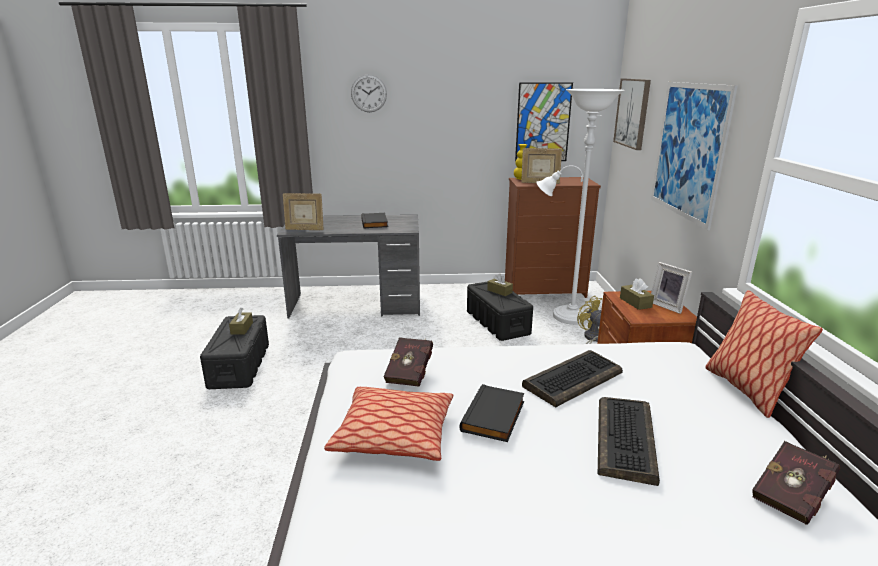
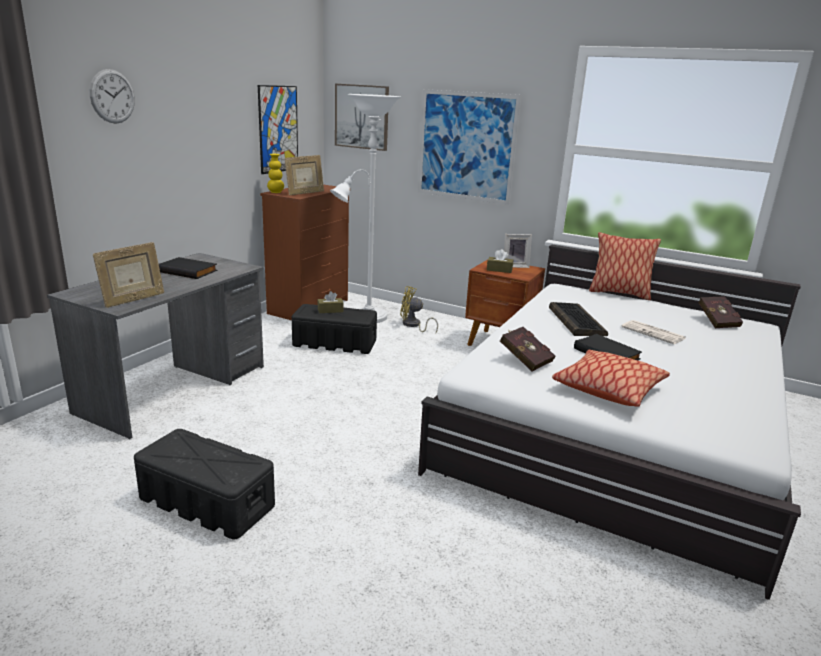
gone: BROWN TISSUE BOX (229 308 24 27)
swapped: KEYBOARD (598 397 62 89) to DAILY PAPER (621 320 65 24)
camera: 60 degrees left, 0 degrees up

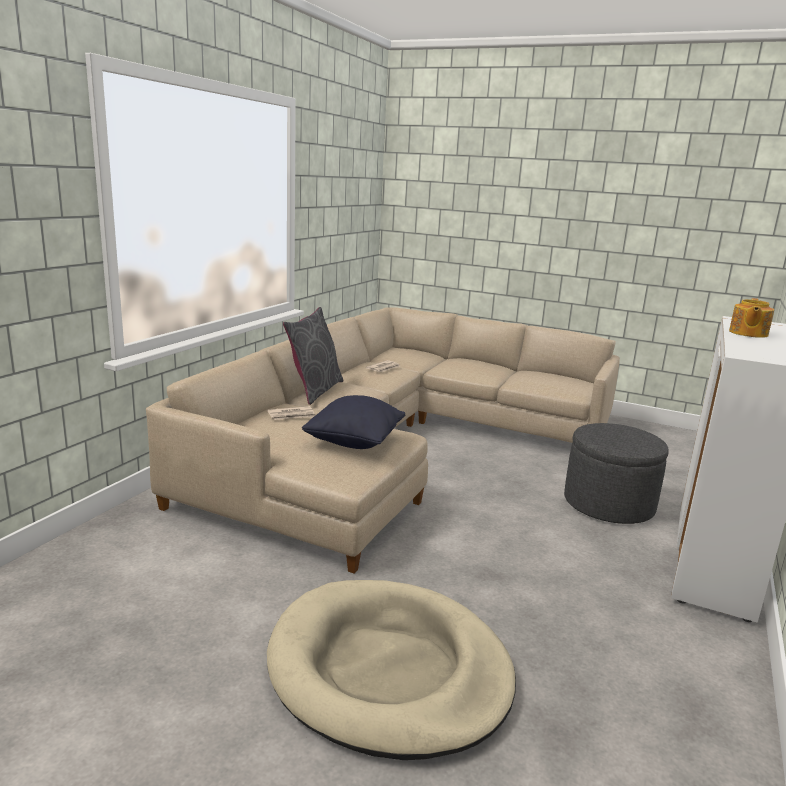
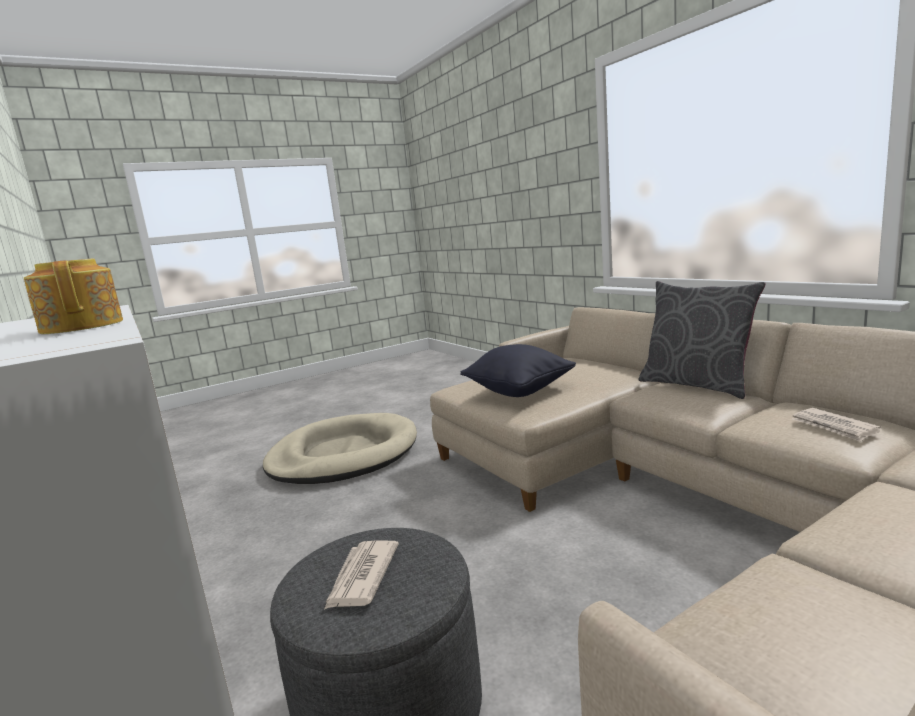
shifted: DAILY PAPER (267 406 49 14) to (324 540 75 70)
camera: 125 degrees right, 5 degrees down

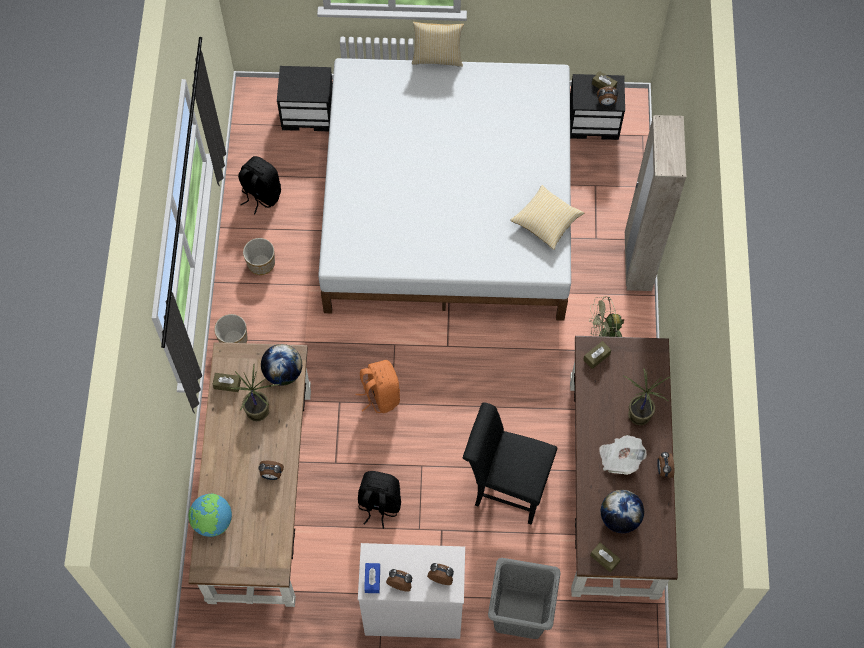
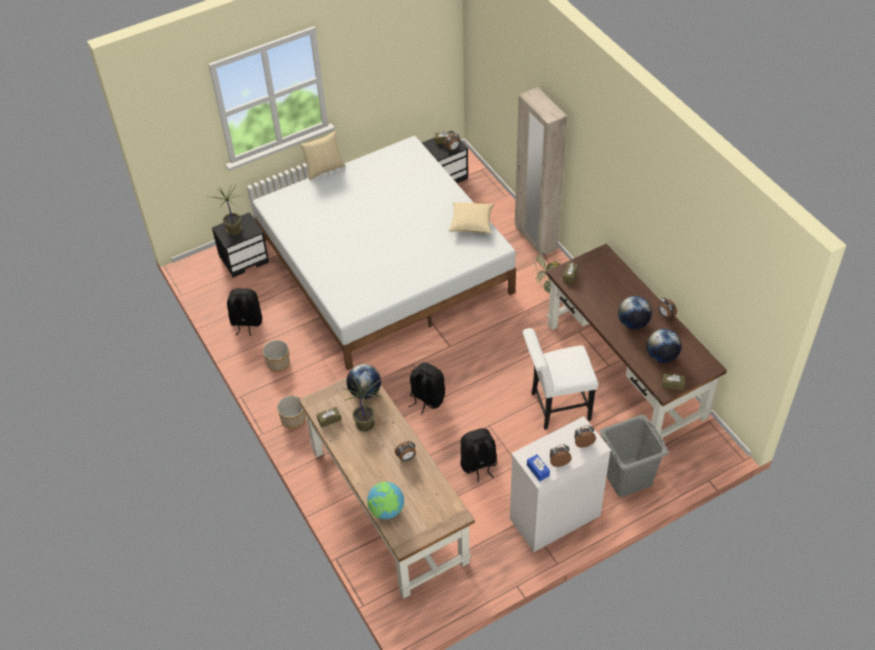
shifted: POTTED PLANT (623 368 48 57) to (206 185 36 50)
swapped: DAILY PAPER (599 435 48 40) to WORLD GLOBE (618 296 34 33)
repainted: ORANGEY RUCKSACK (356 360 44 53) to BLACK RUCKSACK (409 362 36 53); BLACK UPRIGHT CHAIR (463 402 94 123) to WHITE-COLOURED UPRIGHT CHAIR (522 328 76 102)
camera: 30 degrees left, 15 degrees down

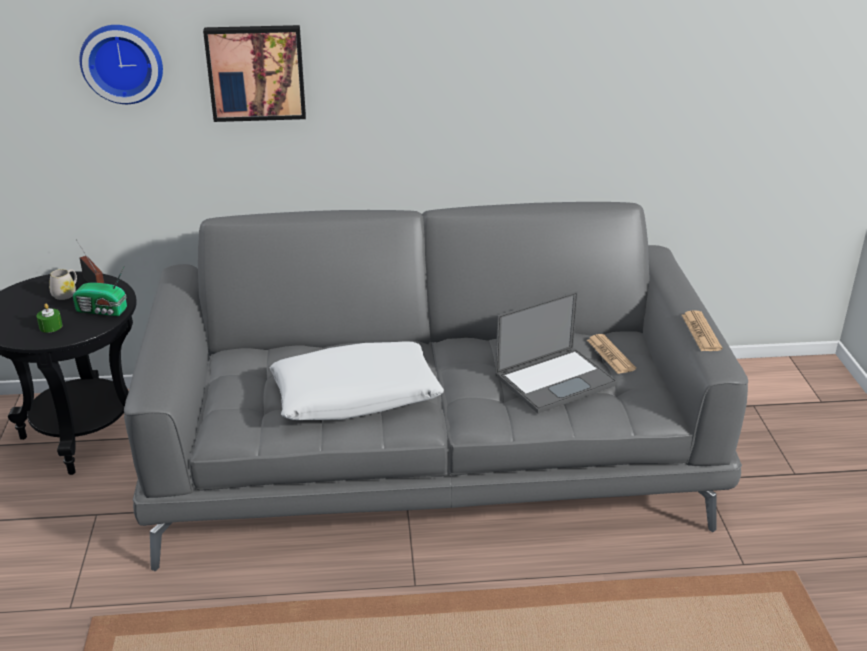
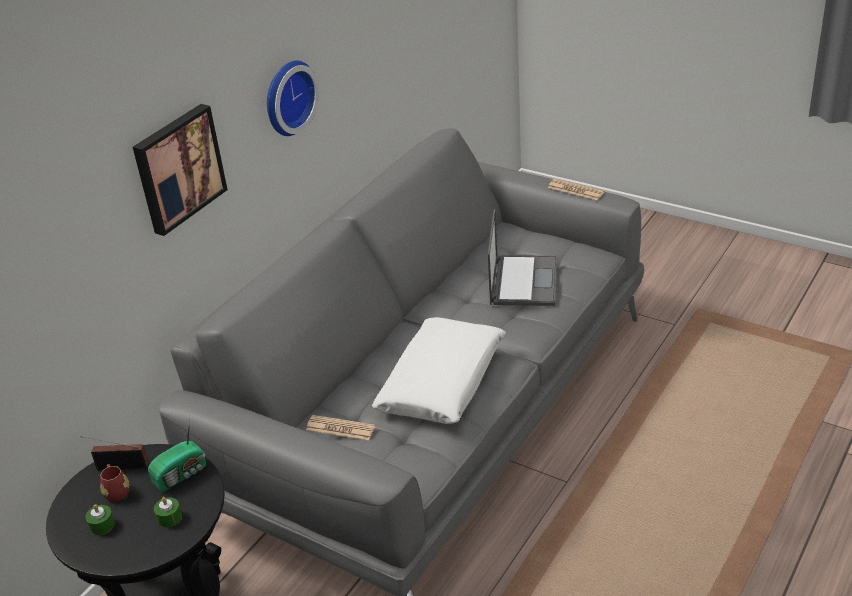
new: GREEN-COLOURED CANDLE (86 504 29 31)
shifted: CLOCK ON THE WALL (79 25 84 79) to (267 60 52 76); DAILY PAPER (587 334 49 40) to (306 415 69 25)
repainted: WHITE-COLOURED MUG (49 269 28 31) to RED MUG (100 464 30 37)
camera: 50 degrees left, 5 degrees up

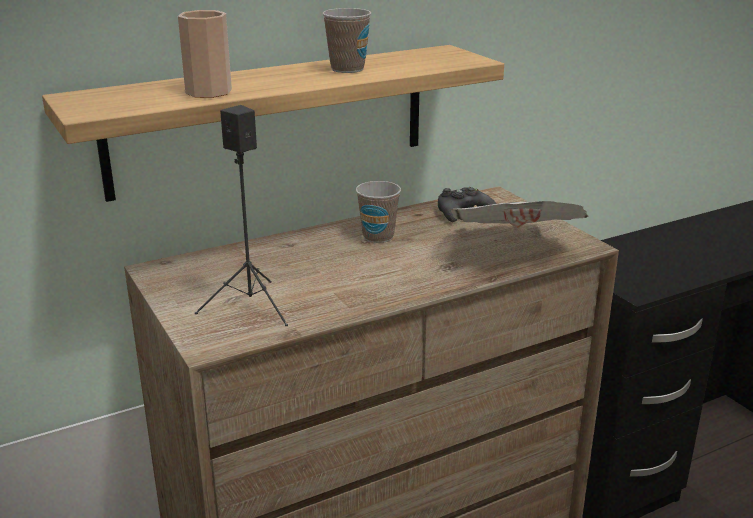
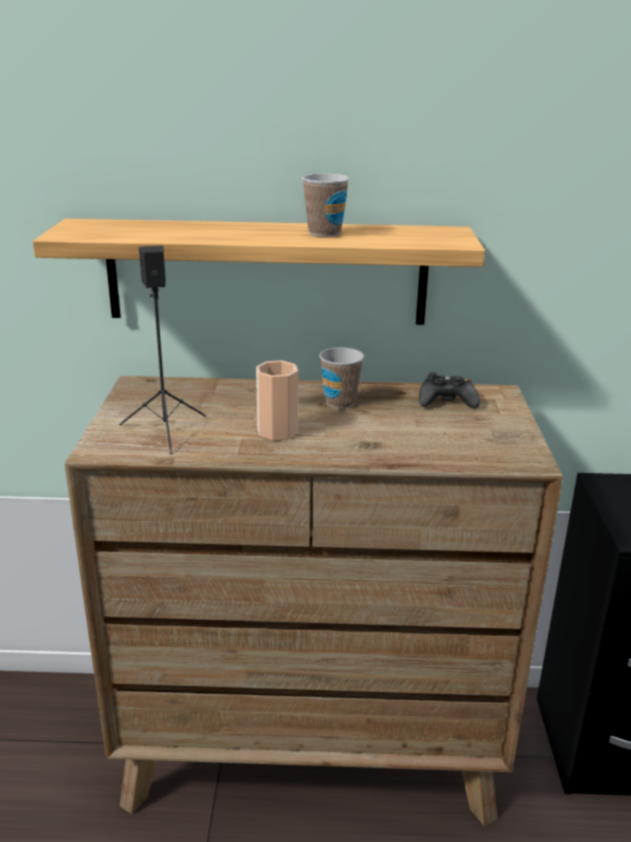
gone: DAILY PAPER (449 201 139 27)
shifted: CUP (178 10 54 88) to (256 360 42 81)
camera: 30 degrees right, 0 degrees up

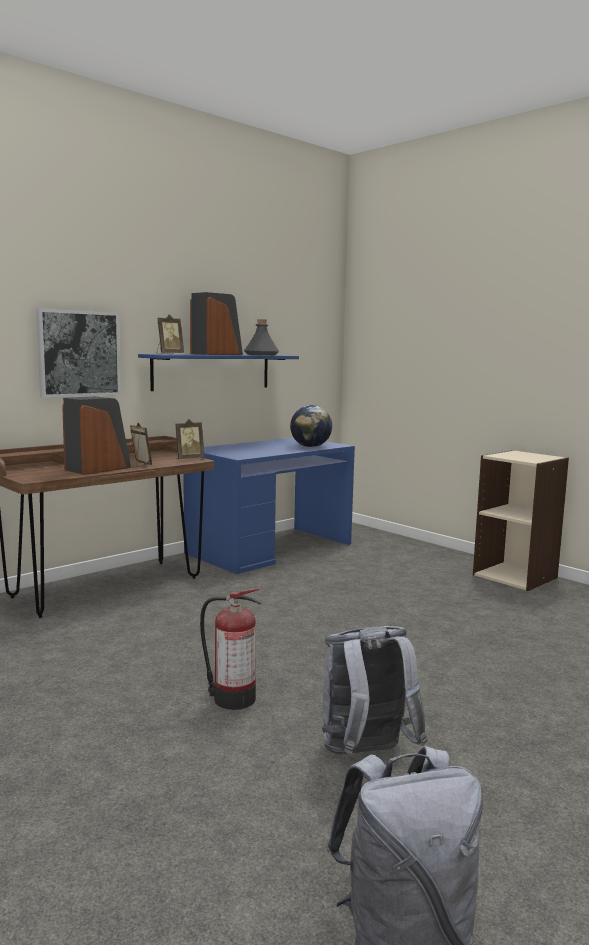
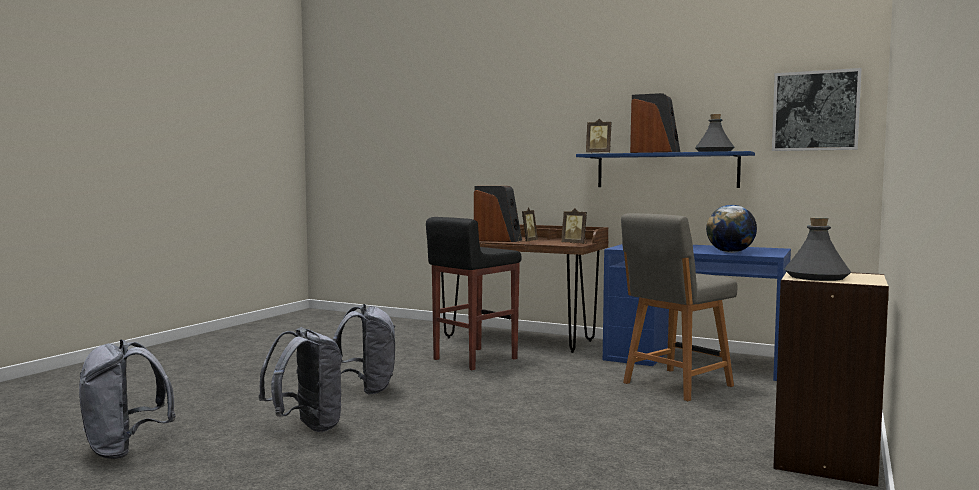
new: BLACK STOOL SEAT (426 217 96 153); GREYISH UPRIGHT CHAIR (621 213 117 188); GREYISH DRINK BOTTLE (784 217 67 64)
shifted: WALL ART (36 308 85 90) to (772 68 90 83)
swapped: FIRE EXTINGUISHER (200 588 62 122) to GREYISH RUCKSACK (333 304 62 90)
camera: 70 degrees right, 5 degrees down

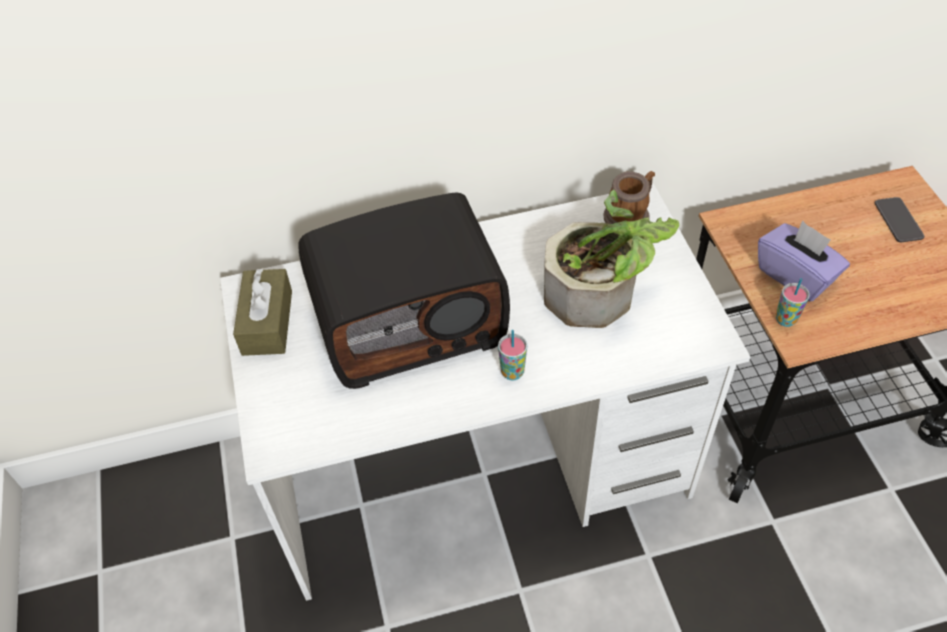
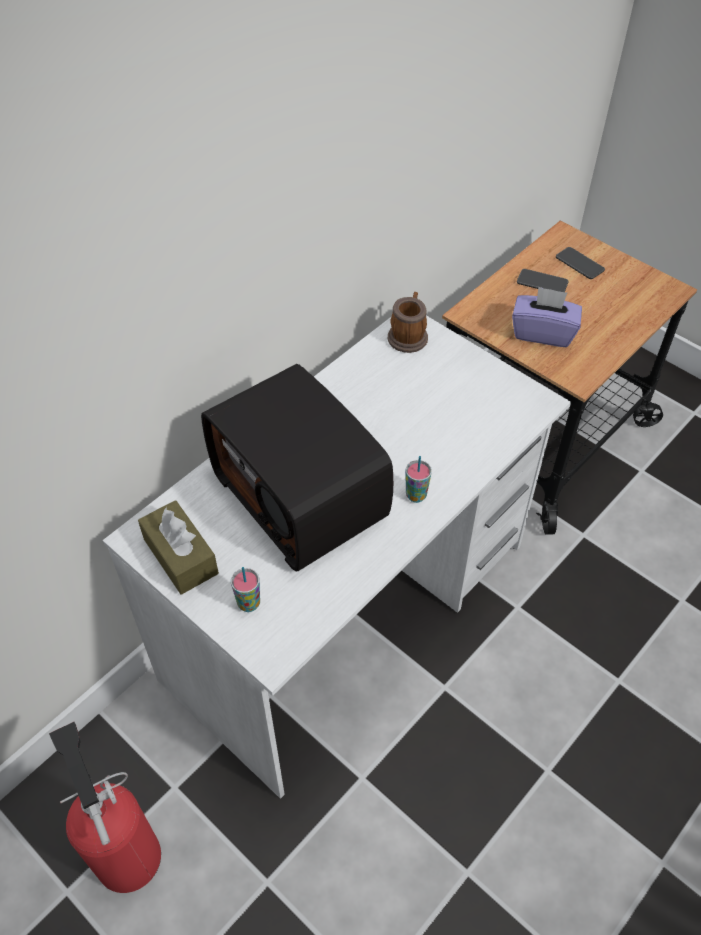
gone: POTTED PLANT (544 190 135 138)
new: FIRE EXTINGUISHER (49 722 112 171); HANDSET (517 269 52 23)
shifted: CUP (776 278 34 49) to (231 567 29 45)
rotated: RADIO RECEIVER (298 193 212 196) = (201 364 192 208) 105 degrees clockwise
camera: 35 degrees left, 0 degrees up

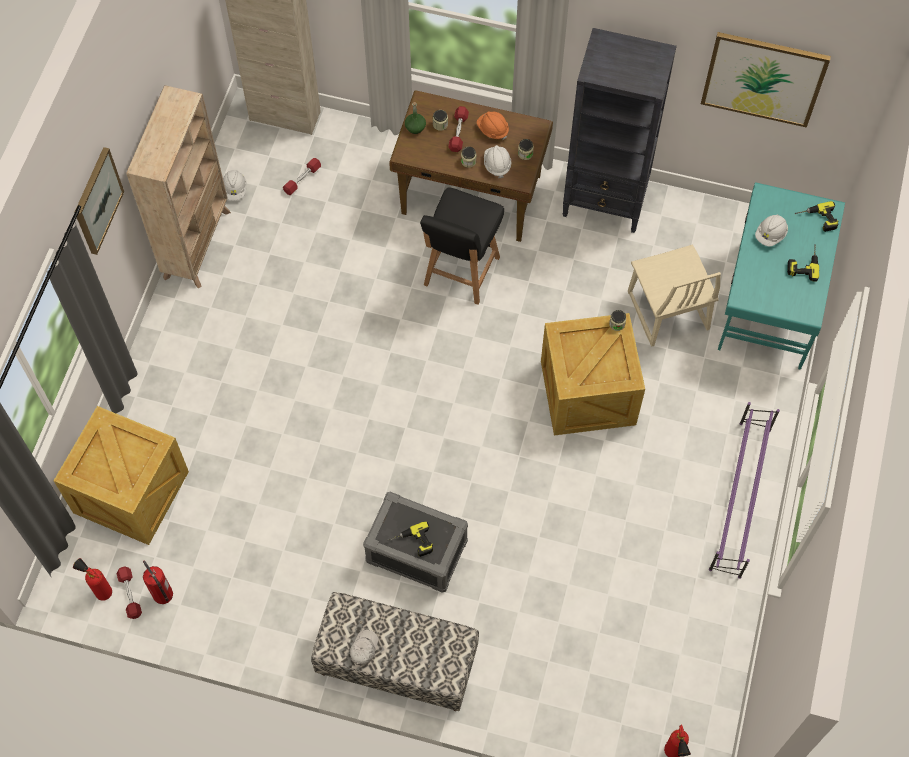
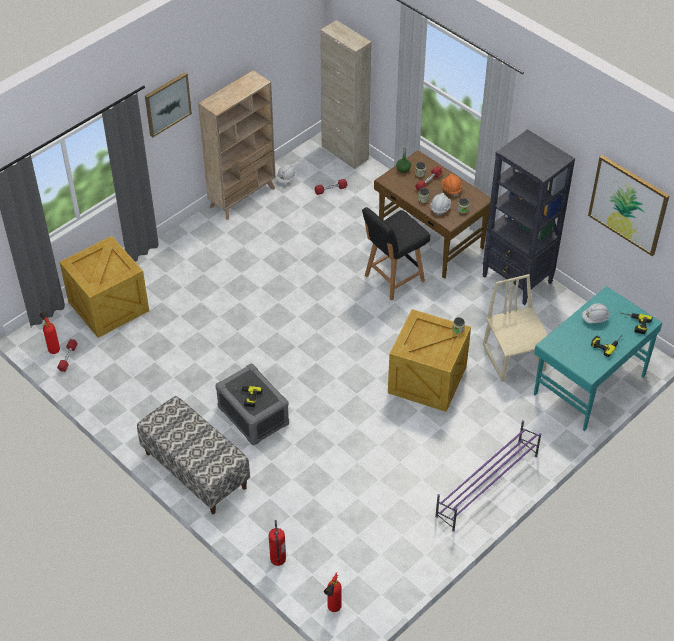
gone: WHITE-COLOURED PEAKED CAP (350 630 28 35)
shifted: FIRE EXTINGUISHER (143 560 30 44) to (269 520 17 46)
rotated: BEIGE-COLOURED UPRIGHT CHAIR (628 245 93 102) = (483 274 65 108) 150 degrees clockwise
camera: 30 degrees right, 15 degrees down

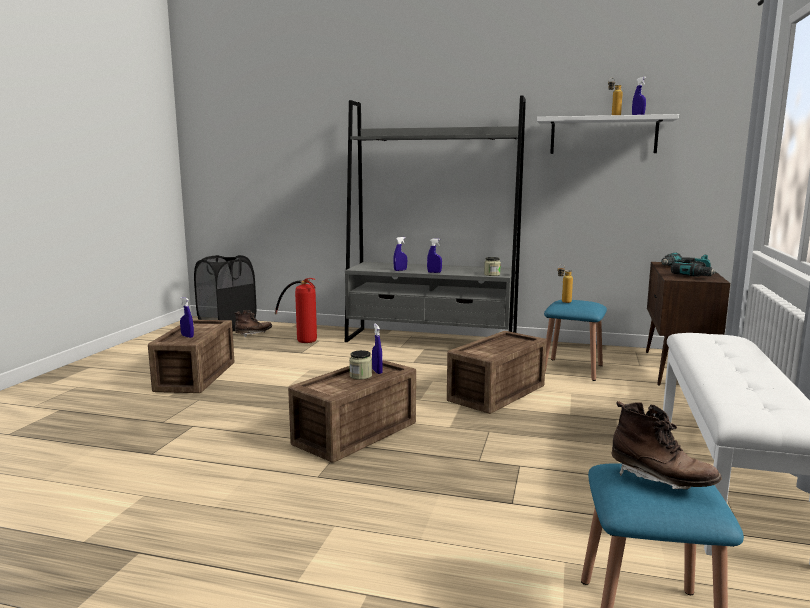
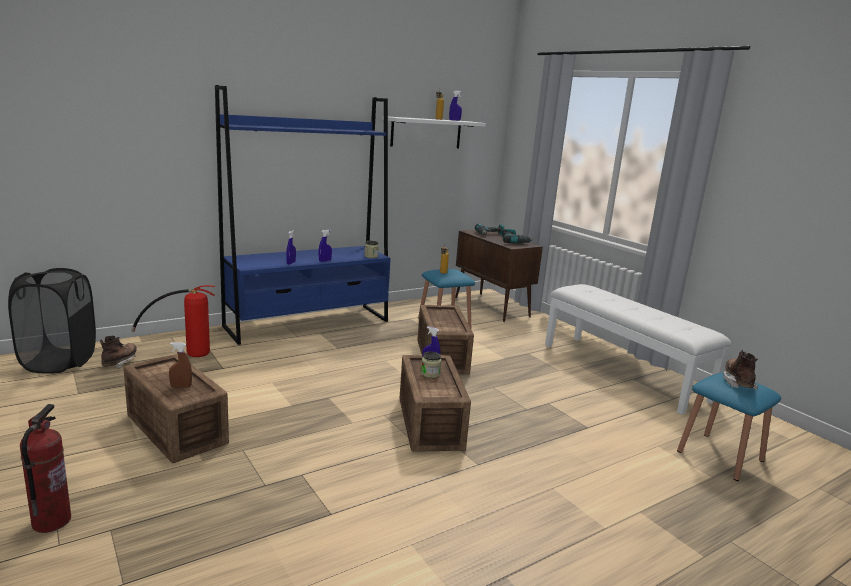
new: FIRE EXTINGUISHER (20 404 51 129)
repainted: BLUE SPRAY BOTTLE (180 297 14 41) to BROWN SPRAY BOTTLE (169 342 23 46); GREYISH BOOKSHELF (345 96 181 246) to BLUE BOOKSHELF (215 85 176 260)
rotated: BROWN TALL BOOT (611 401 111 88) = (723 350 35 40) 75 degrees counterclockwise
camera: 50 degrees left, 5 degrees up

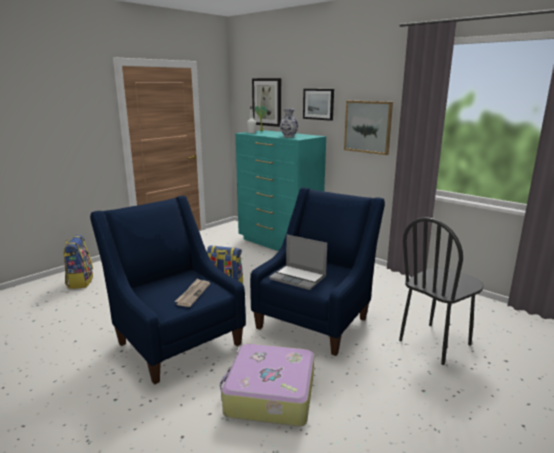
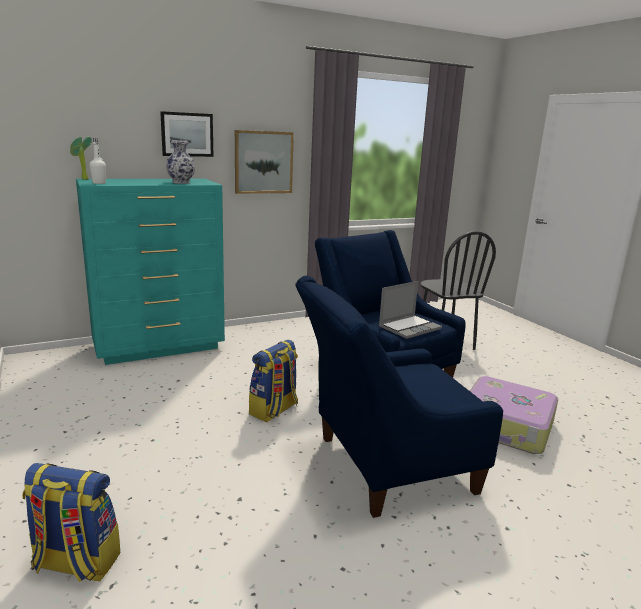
gone: DAILY PAPER (175 279 35 28); WALL ART (252 78 29 49)
camera: 70 degrees left, 0 degrees up

